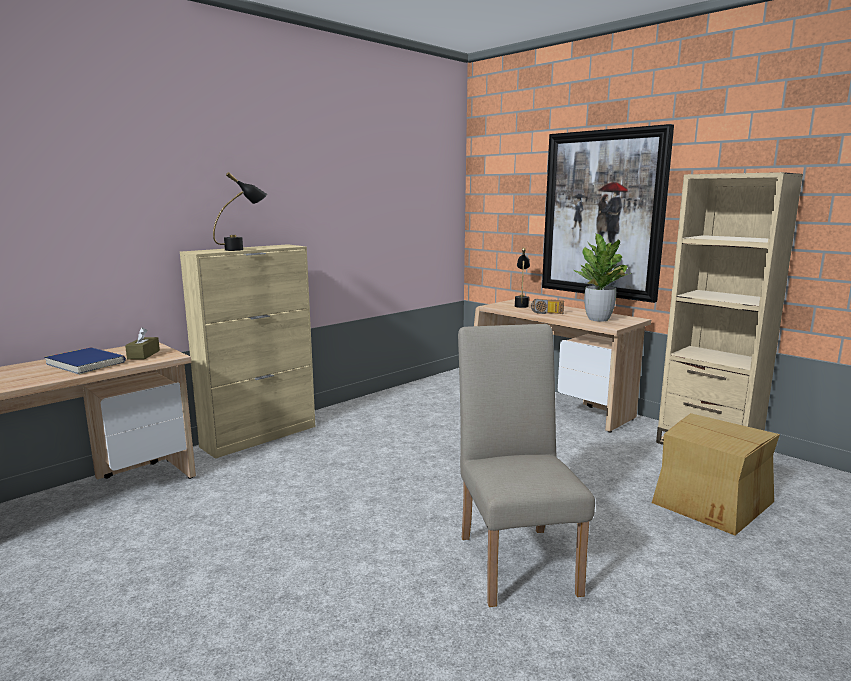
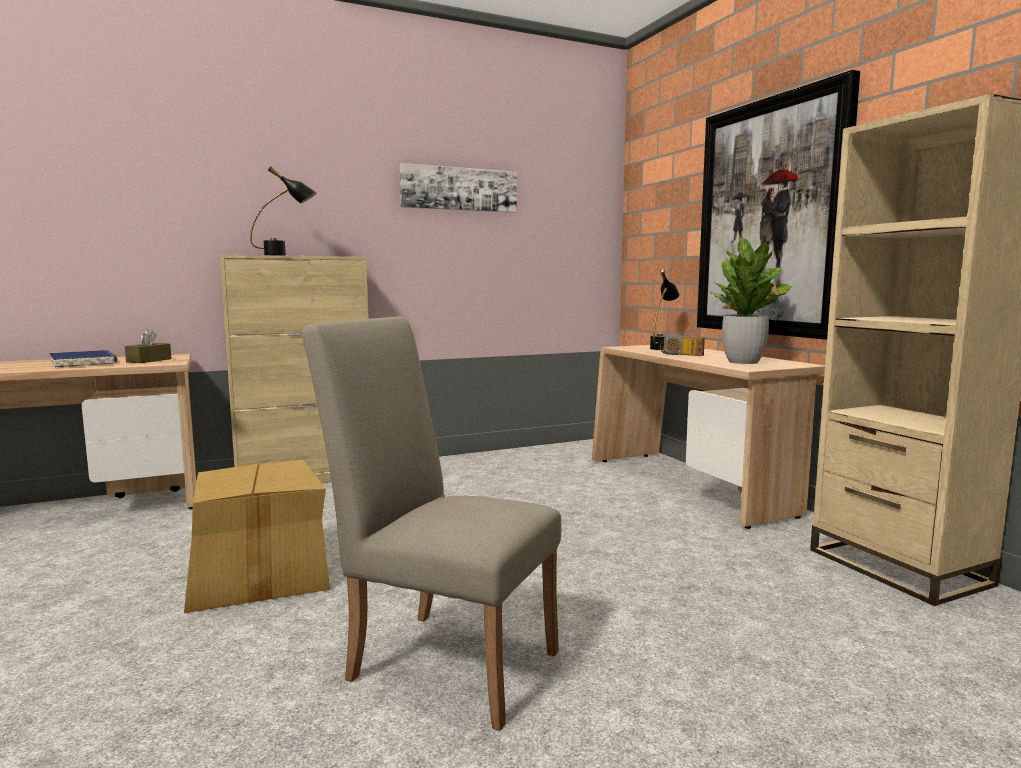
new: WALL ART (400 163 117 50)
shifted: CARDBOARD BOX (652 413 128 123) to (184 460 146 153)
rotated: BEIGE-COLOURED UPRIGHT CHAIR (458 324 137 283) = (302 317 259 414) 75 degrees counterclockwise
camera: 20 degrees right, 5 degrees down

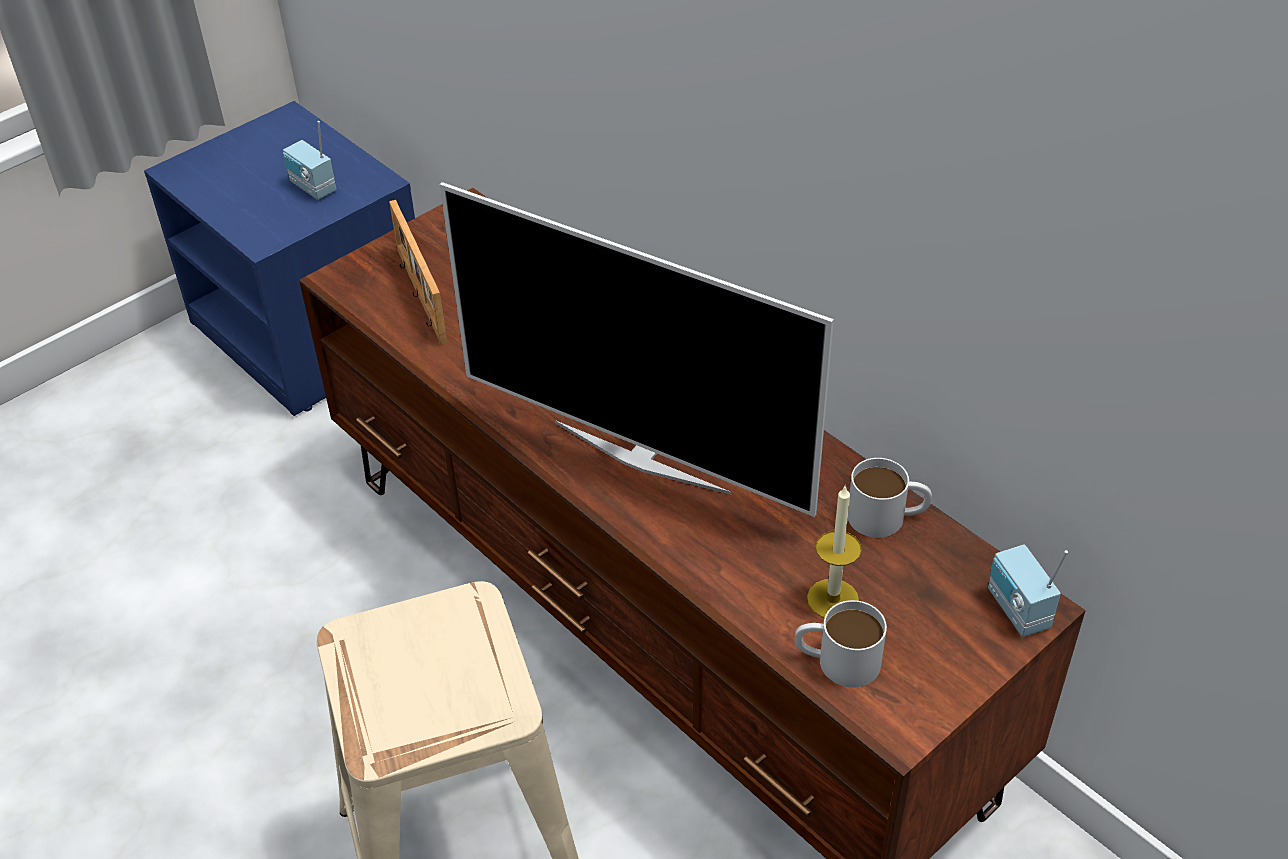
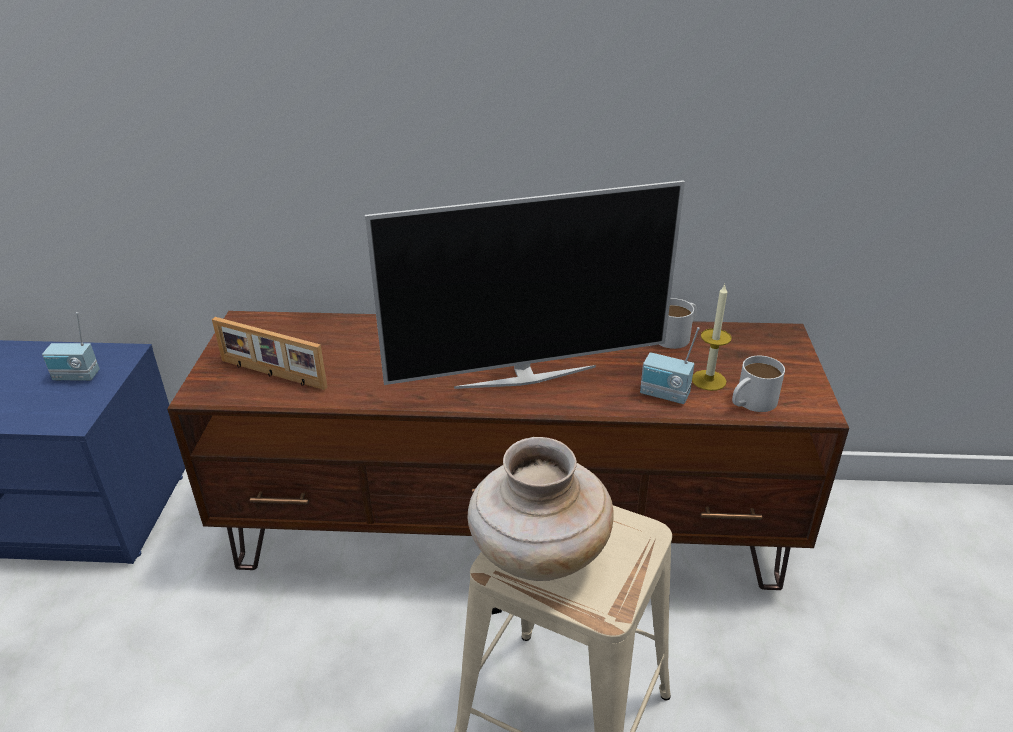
new: BEIGE-COLOURED VASE (467 437 147 144)
shifted: RADIO RECEIVER (988 544 80 93) to (640 327 60 77)
camera: 45 degrees left, 10 degrees down

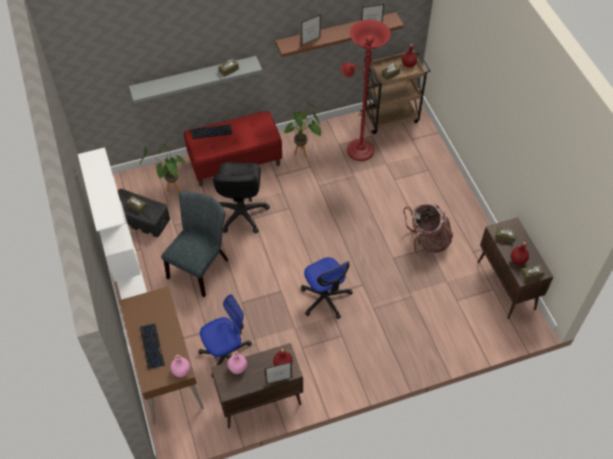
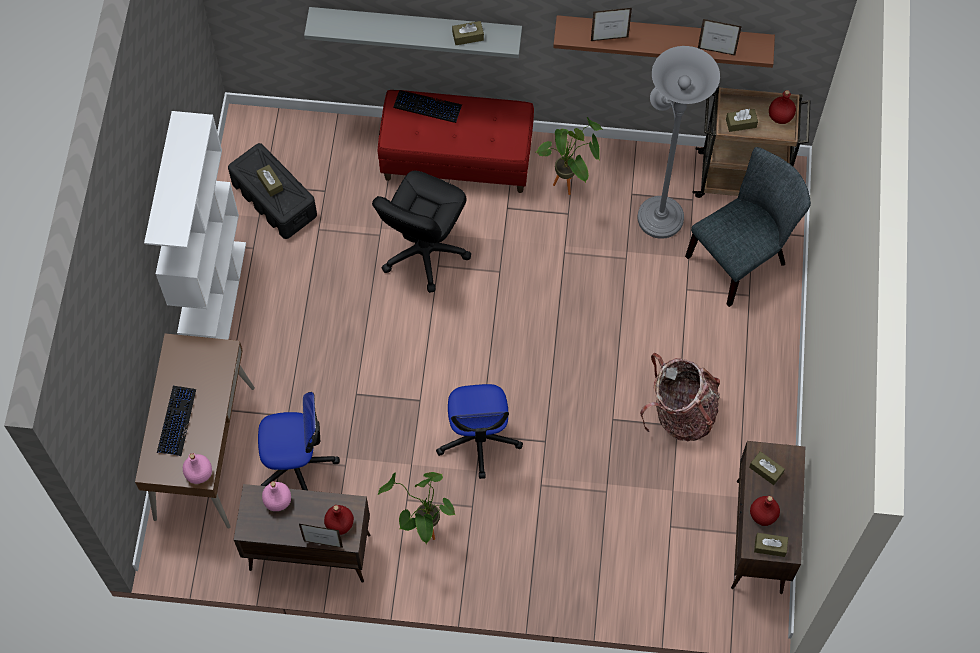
shifted: POTTED PLANT (140 141 45 52) to (378 472 78 72); GREYISH UPRIGHT CHAIR (161 191 68 106) to (685 147 126 160)
repainted: RED FLOOR LAMP (341 20 50 141) to GREYISH FLOOR LAMP (638 46 82 193)
camera: 25 degrees right, 10 degrees up

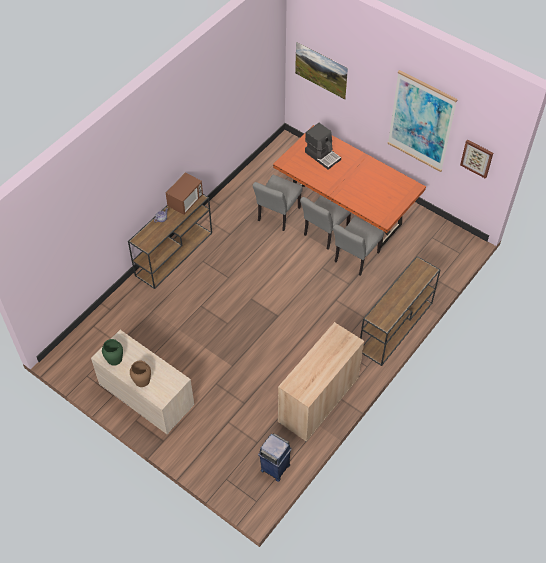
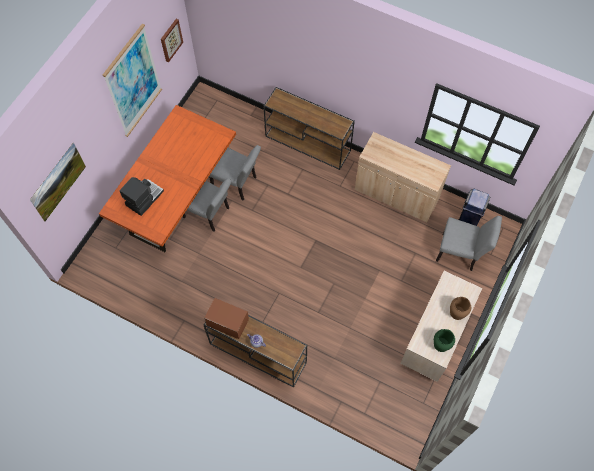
shifted: GREYISH UPRIGHT CHAIR (253 175 49 56) to (436 216 66 55)
camera: 100 degrees left, 10 degrees up

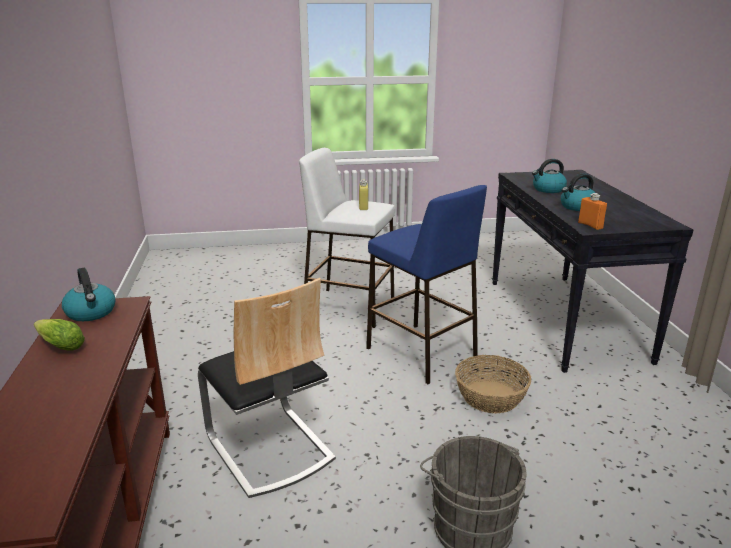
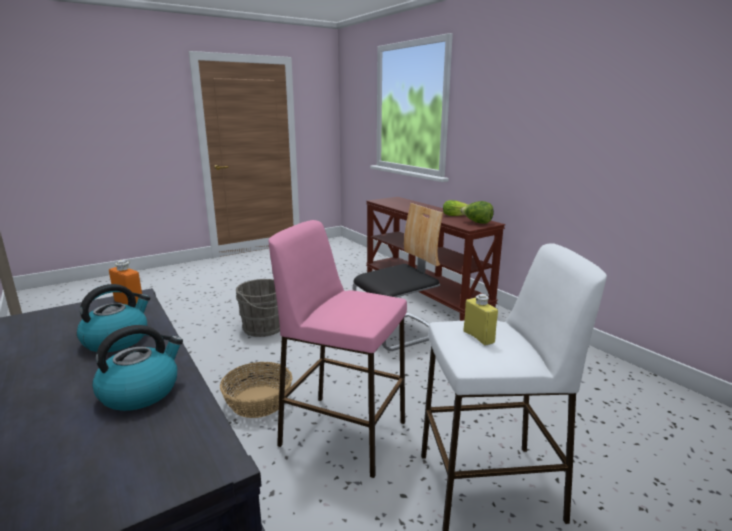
swapped: TEA KETTLE (62 268 54 53) to HEAD OF LETTUCE (461 201 33 23)
repainted: BLUE STOOL SEAT (366 185 121 199) to PINK STOOL SEAT (268 220 139 258)
rotated: UPRIGHT CHAIR (198 278 138 220) = (353 203 90 148) 120 degrees clockwise
camera: 155 degrees right, 5 degrees down

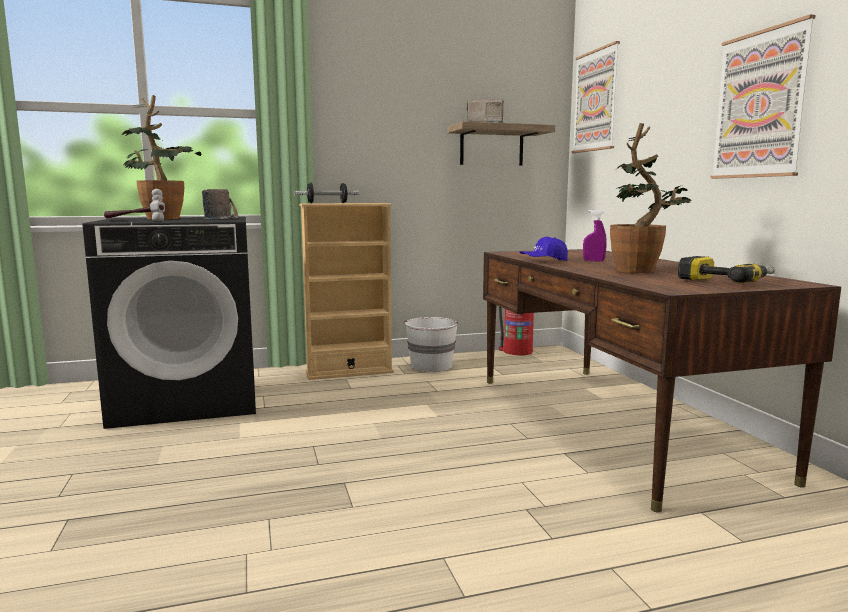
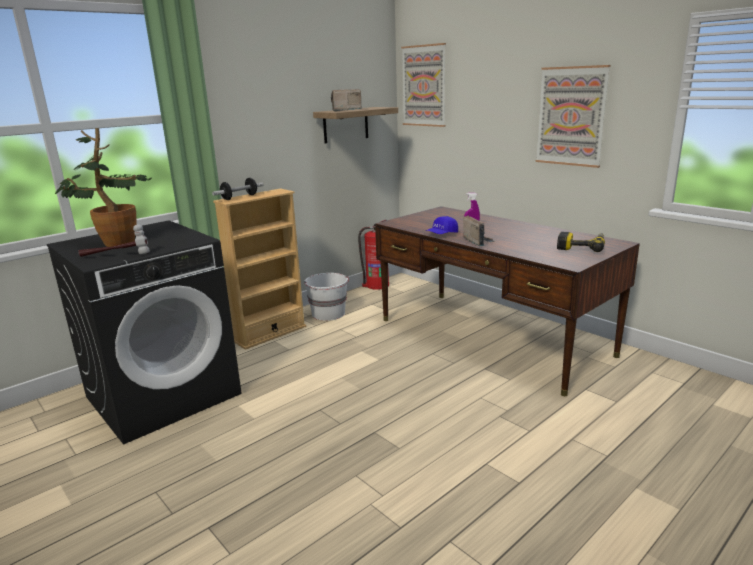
gone: POTTED PLANT (610 123 81 150)
shifted: RADIO RECEIVER (202 189 37 30) to (463 215 32 32)
camera: 25 degrees left, 10 degrees up

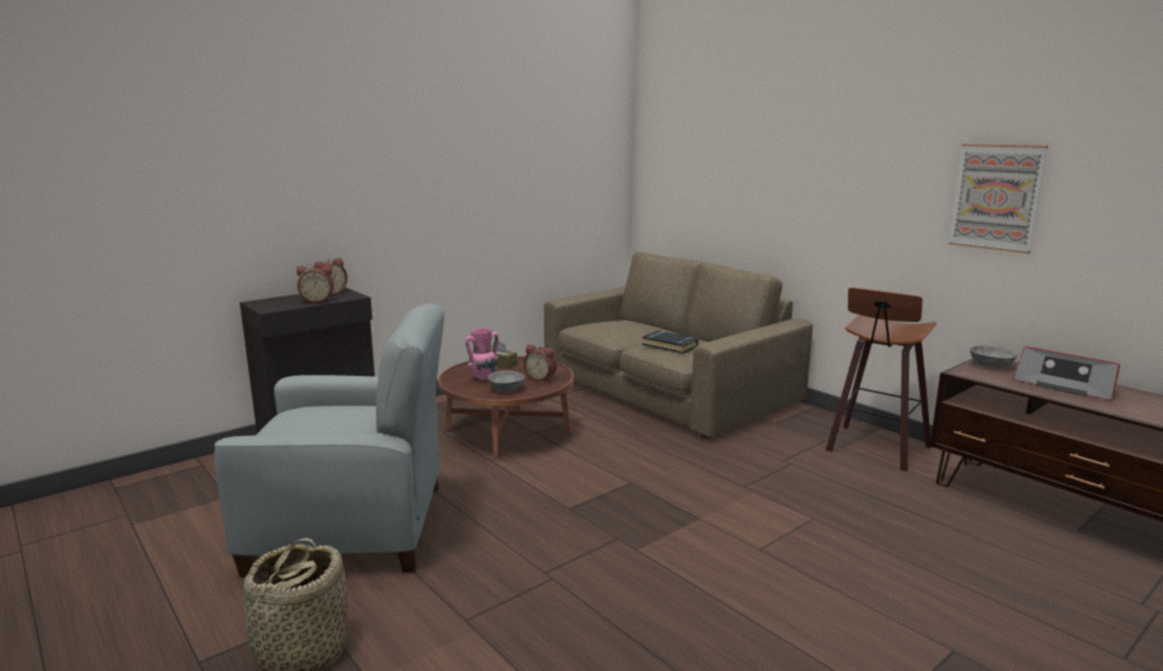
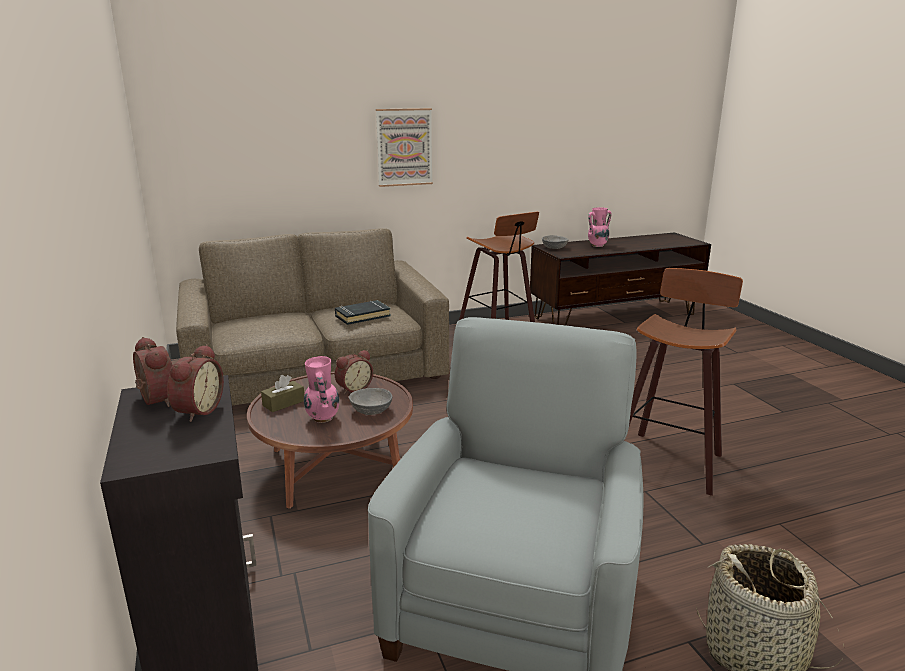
new: STOOL SEAT (629 268 114 228)
shifted: WALL ART (948 144 100 110) to (376 108 57 79)
swapped: RADIO RECEIVER (1013 346 107 55) to PINK VASE (588 207 24 40)
camera: 70 degrees left, 5 degrees up

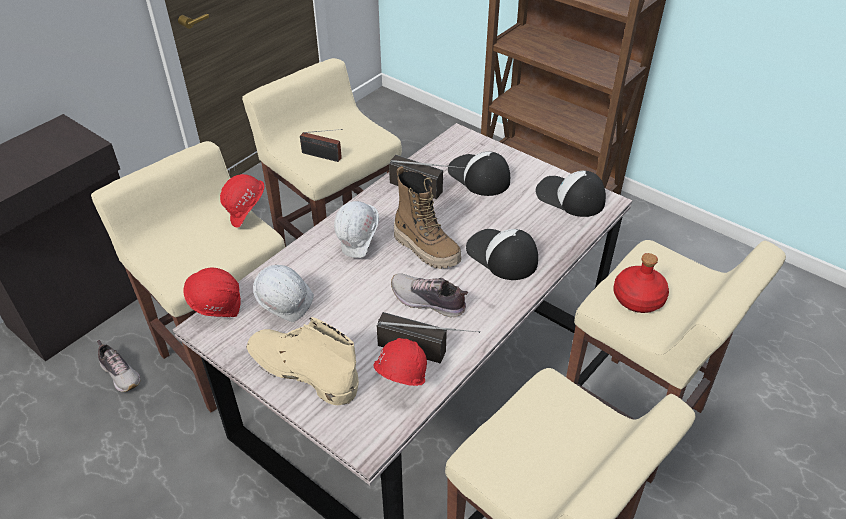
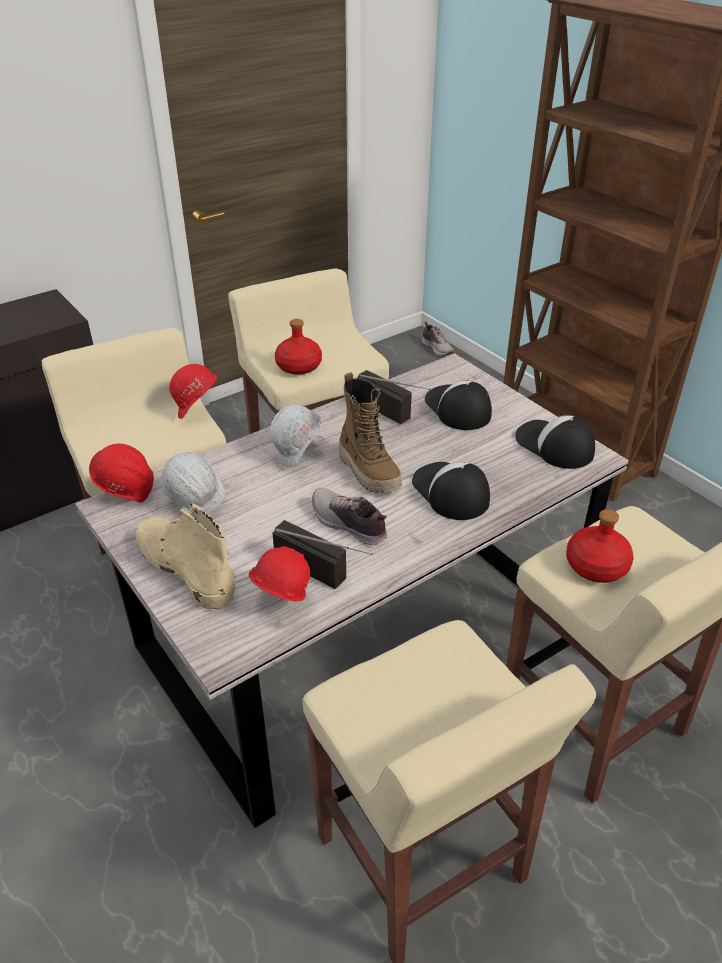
shifted: ITEM OF FOOTWEAR (97 340 43 52) to (422 322 32 34)
swapped: RADIO RECEIVER (300 129 43 33) to RED DRINK BOTTLE (275 319 47 56)
camera: 15 degrees right, 5 degrees down

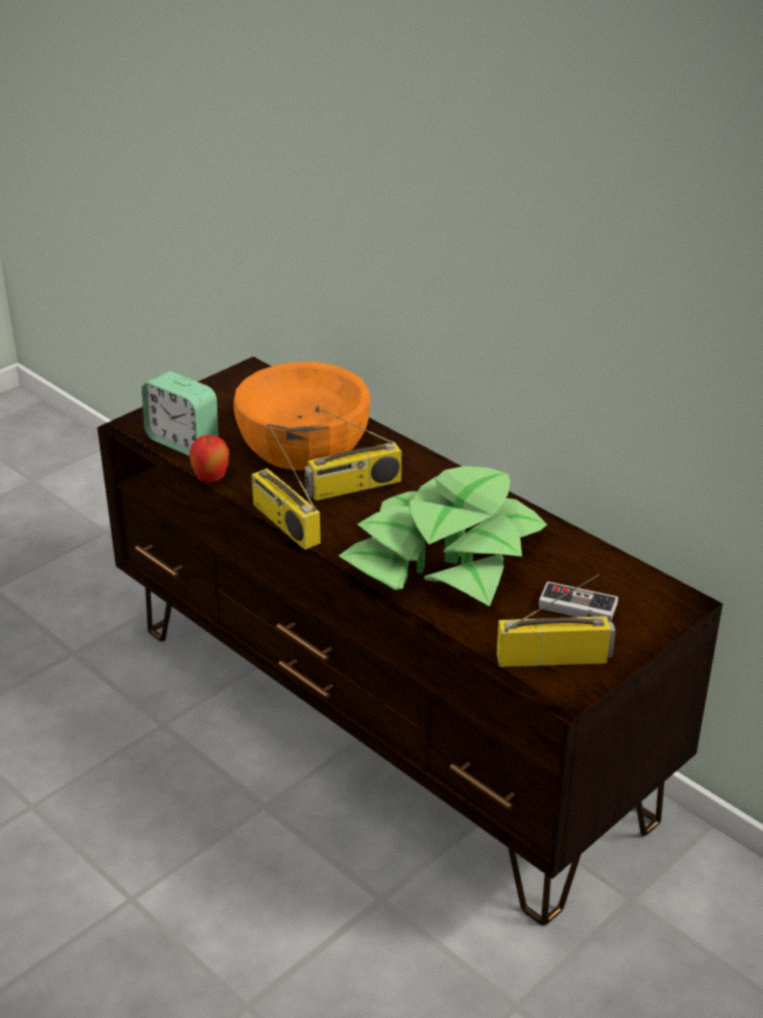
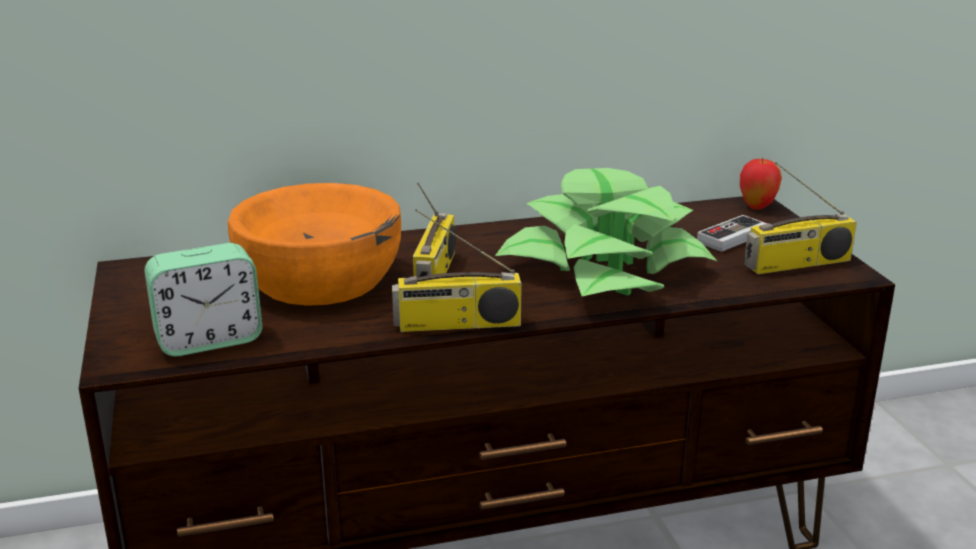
shifted: APPLE FRUIT (189 435 40 48) to (740 157 42 53)
rotated: RADIO RECEIVER (497 575 118 92) = (744 162 113 112) 135 degrees counterclockwise
camera: 60 degrees left, 10 degrees down

